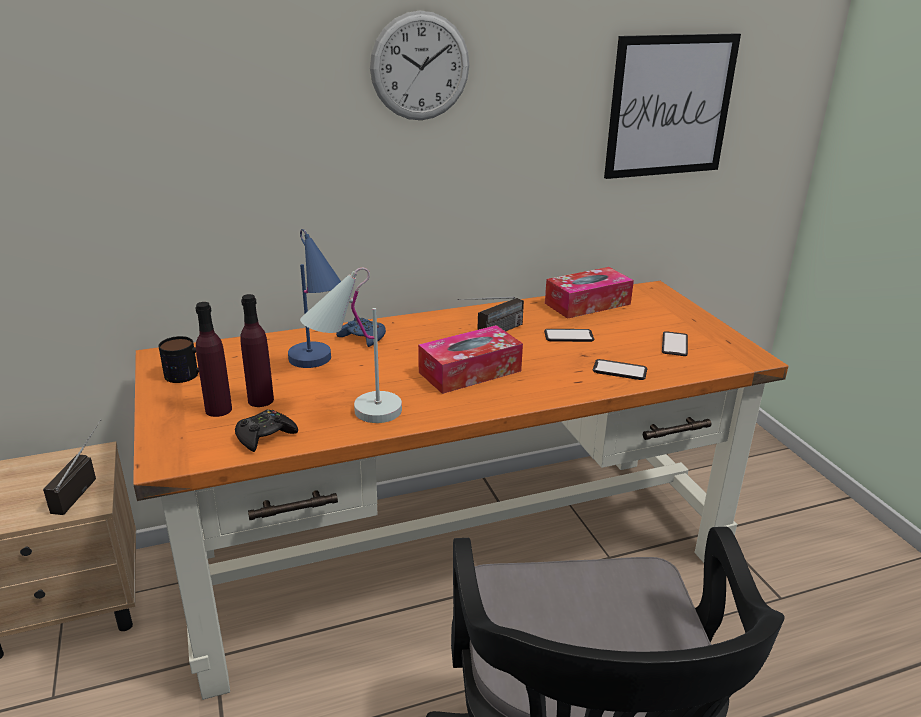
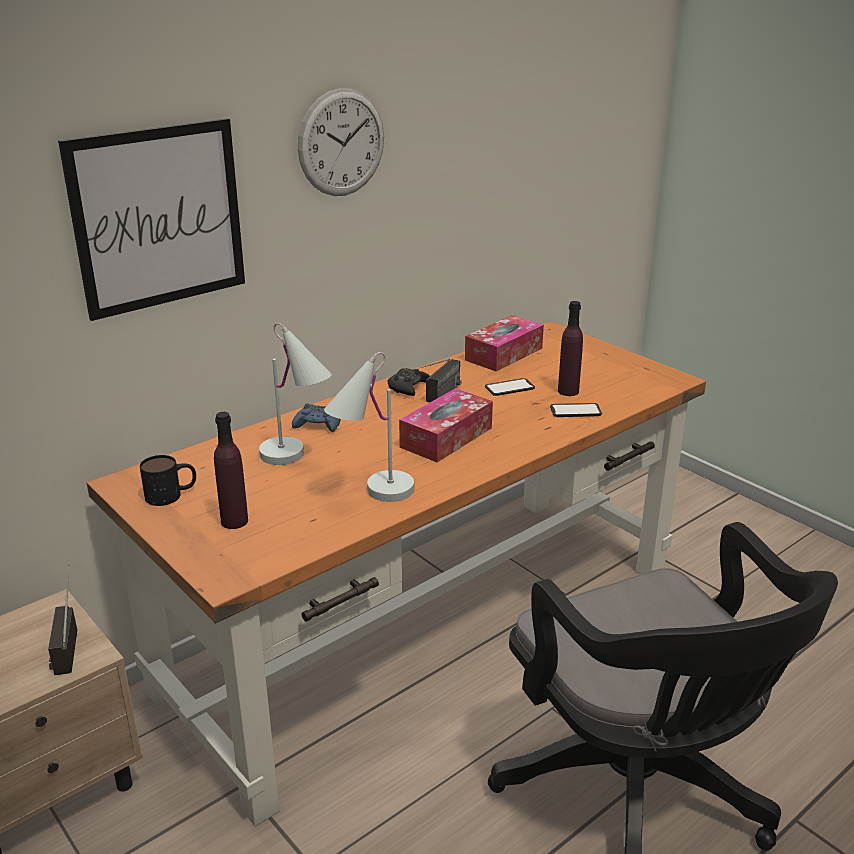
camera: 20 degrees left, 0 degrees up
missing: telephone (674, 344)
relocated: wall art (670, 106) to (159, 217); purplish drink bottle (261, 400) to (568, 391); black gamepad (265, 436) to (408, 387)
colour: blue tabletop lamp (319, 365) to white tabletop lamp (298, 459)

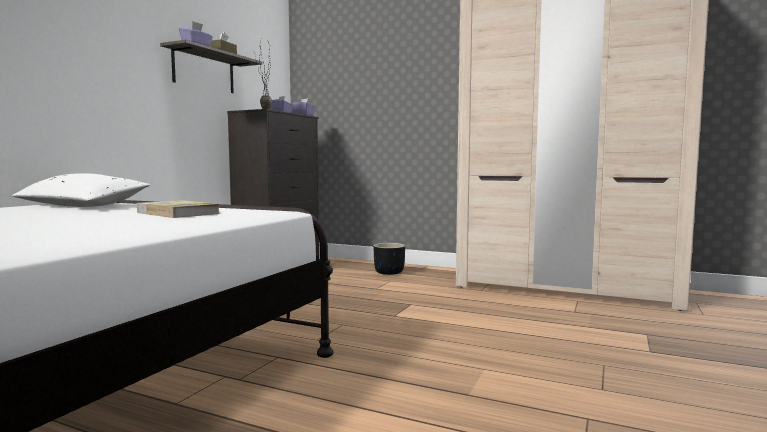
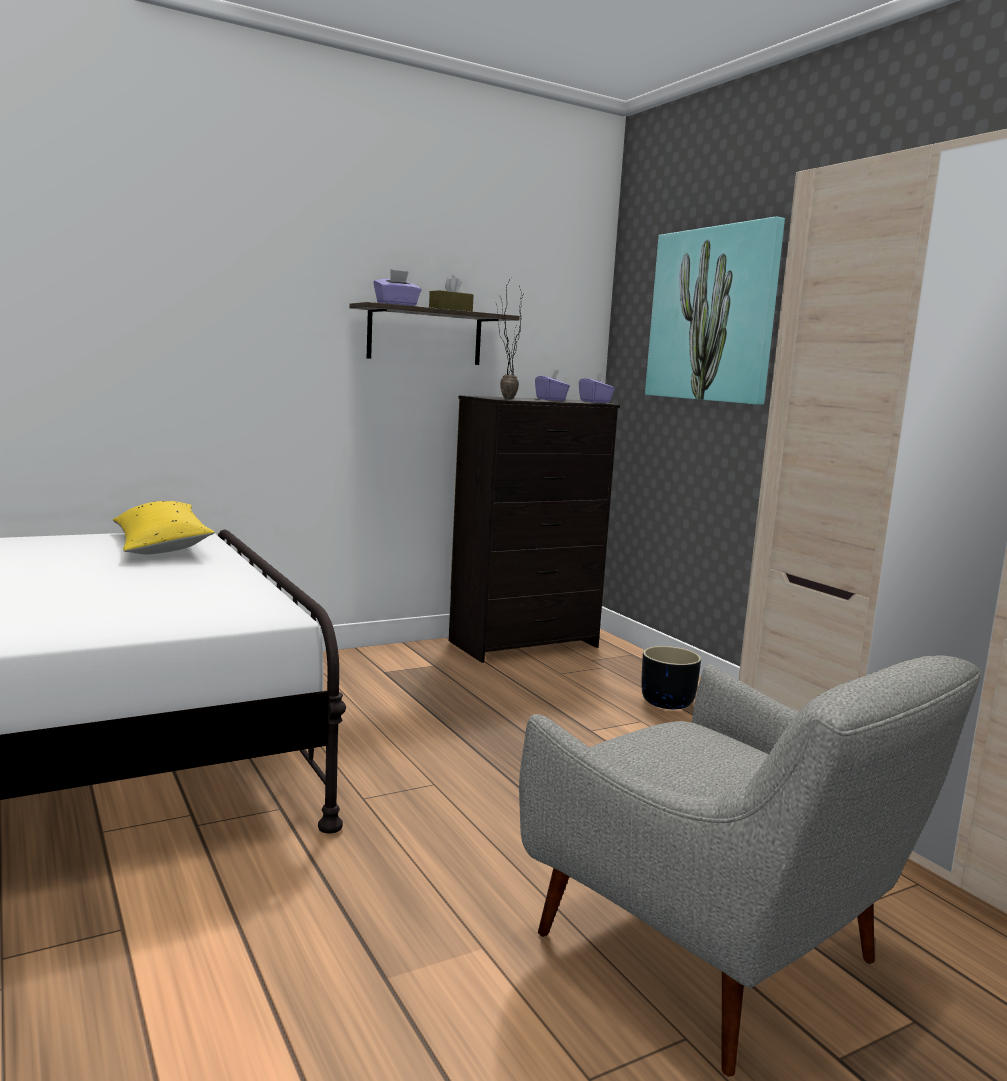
camera: 35 degrees right, 5 degrees up
missing: volume (177, 213)
appeared: wall art (713, 315); greyish lounge chair (719, 957)
colour: white cushion (81, 206) to yellow-coloured cushion (161, 545)

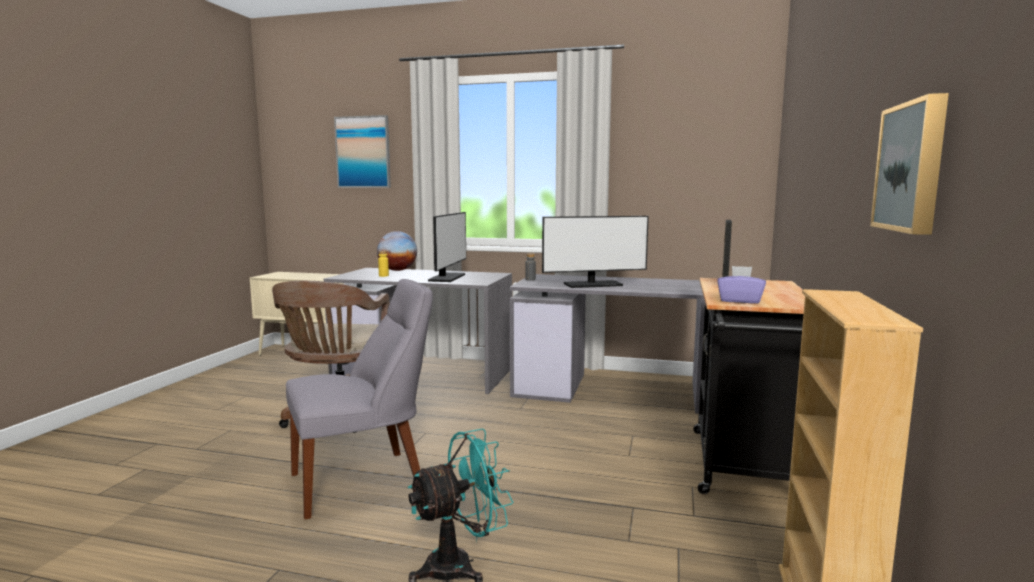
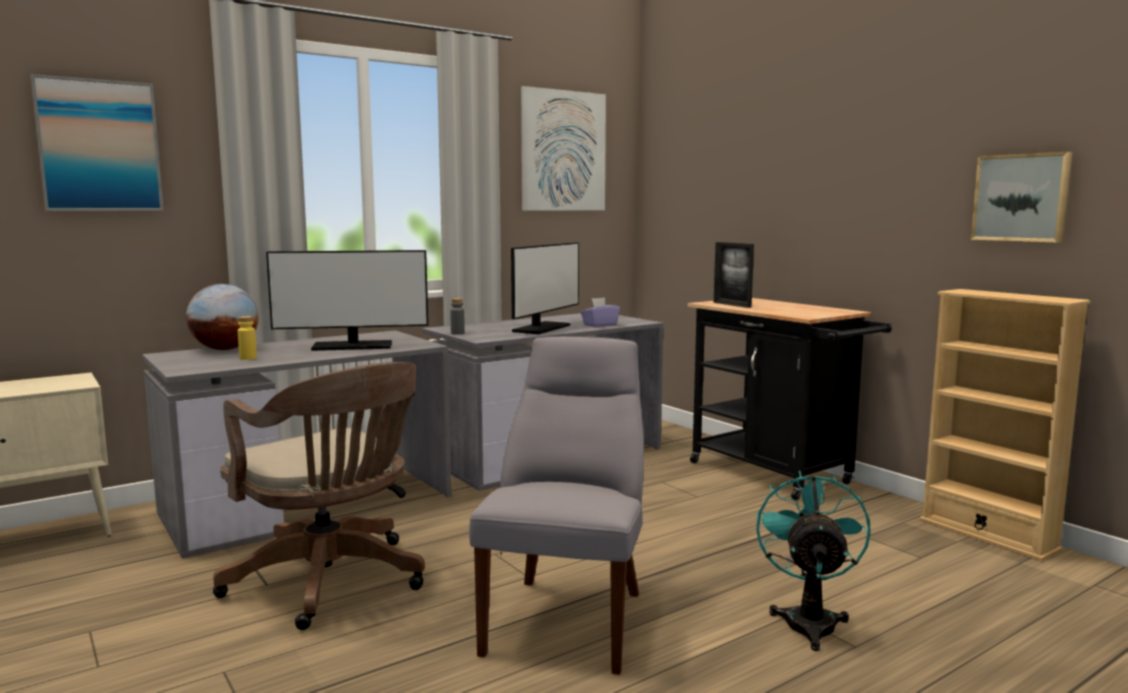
camera: 50 degrees left, 0 degrees up
appeared: wall art (563, 151)
relocated: purplish tissue holder (739, 300) to (599, 325)
spun: computer display (447, 278) = (352, 346) 120 degrees clockwise

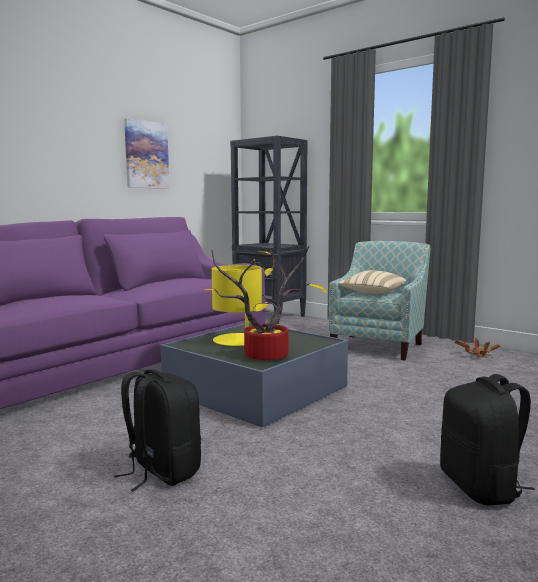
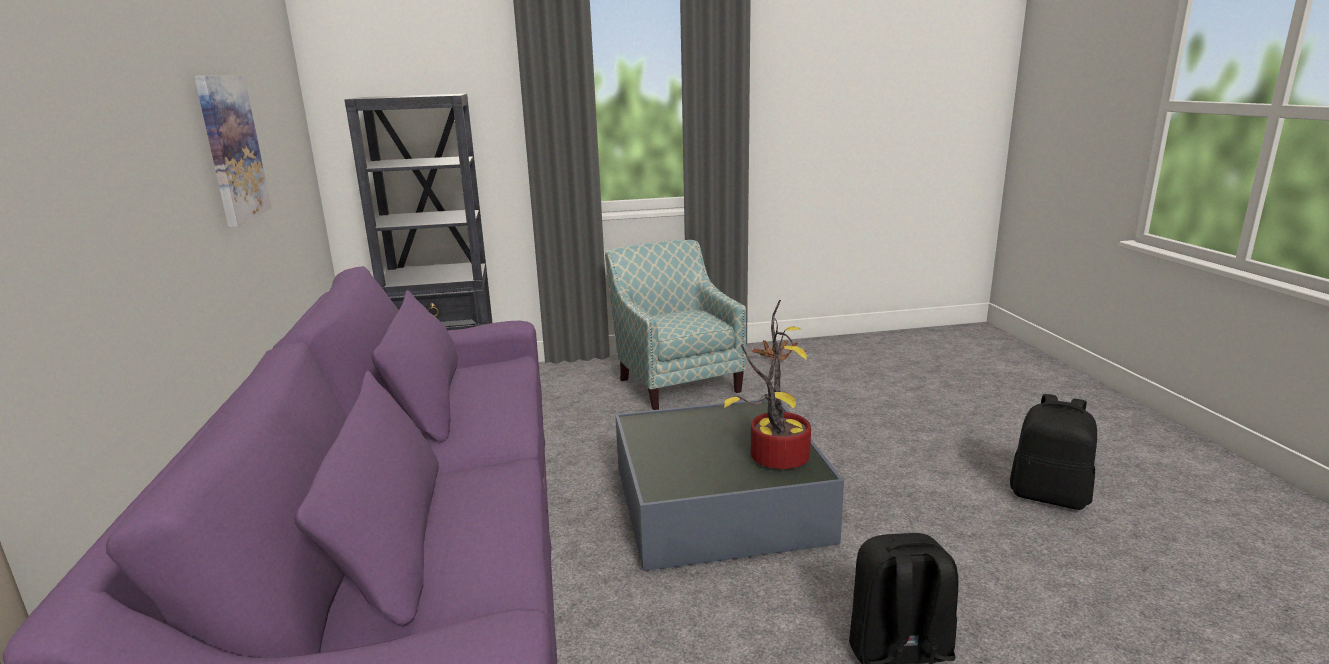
camera: 50 degrees left, 10 degrees up
missing: yellow-coloured tabletop lamp (237, 341); beige-coloured cushion (372, 293)

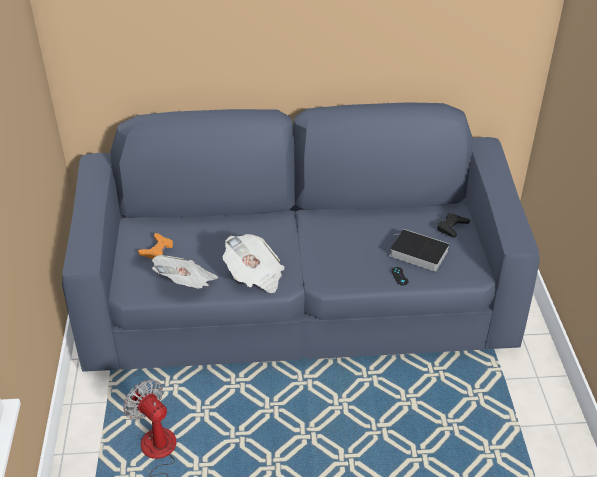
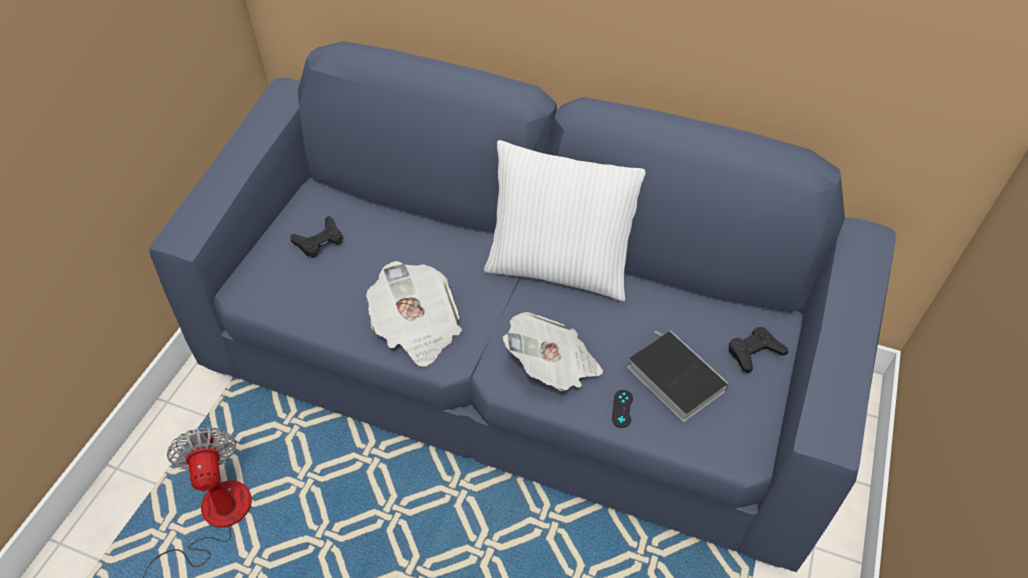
camera: 25 degrees right, 10 degrees up
appeared: white cushion (559, 268)
relocated: daily paper (186, 283) to (553, 366)
colour: orange gamepad (157, 250) to black gamepad (319, 241)

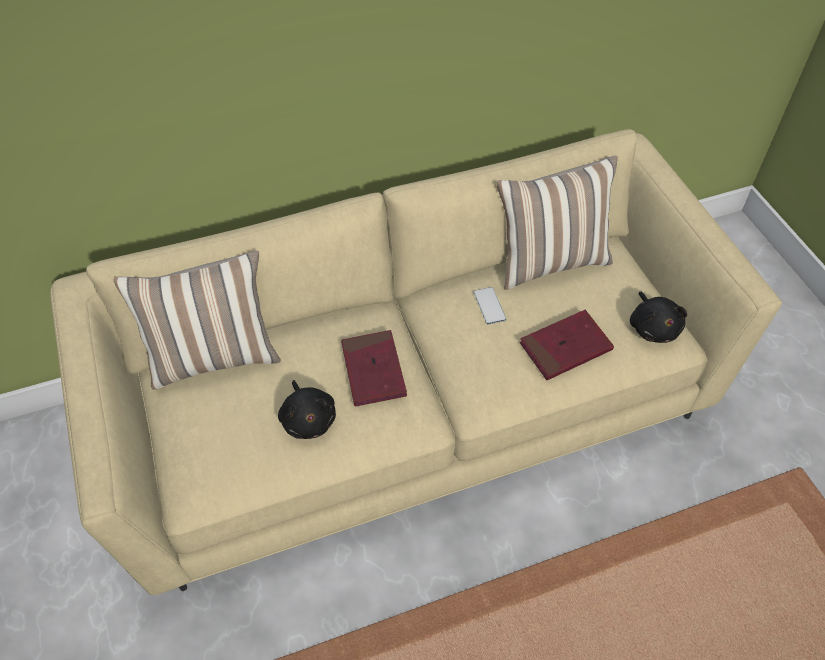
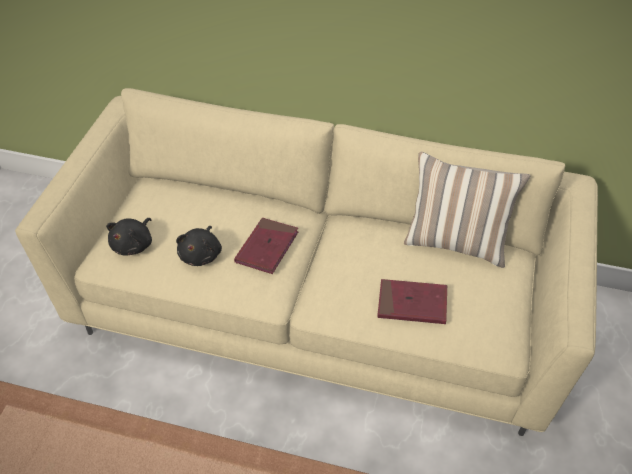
camera: 35 degrees right, 5 degrees down
missing: cushion (214, 357); telephone (489, 306)
relocated: black plush toy (653, 327) to (134, 245)

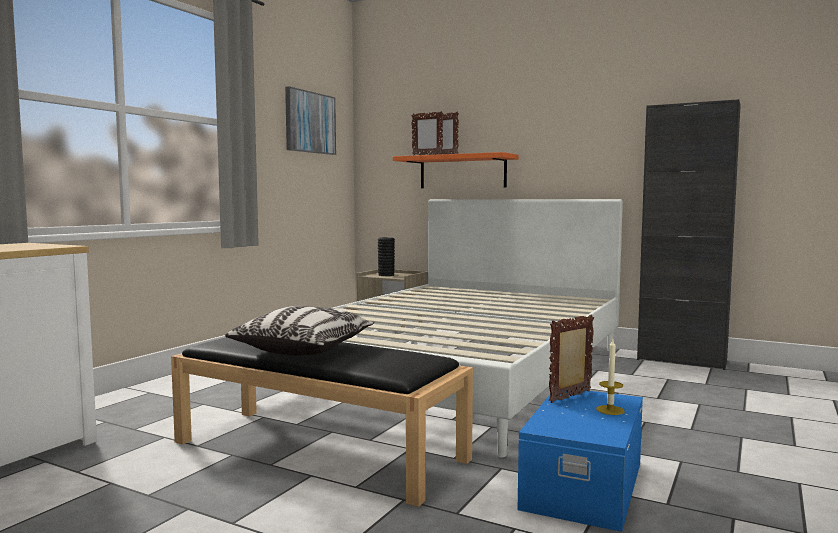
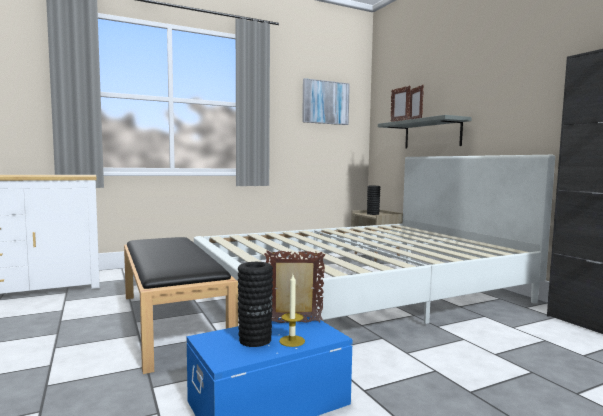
camera: 35 degrees right, 0 degrees up
missing: cushion (303, 349)
appeared: black decorative vase (255, 340)
colour: orange wall shelf (462, 172) to greyish wall shelf (432, 134)

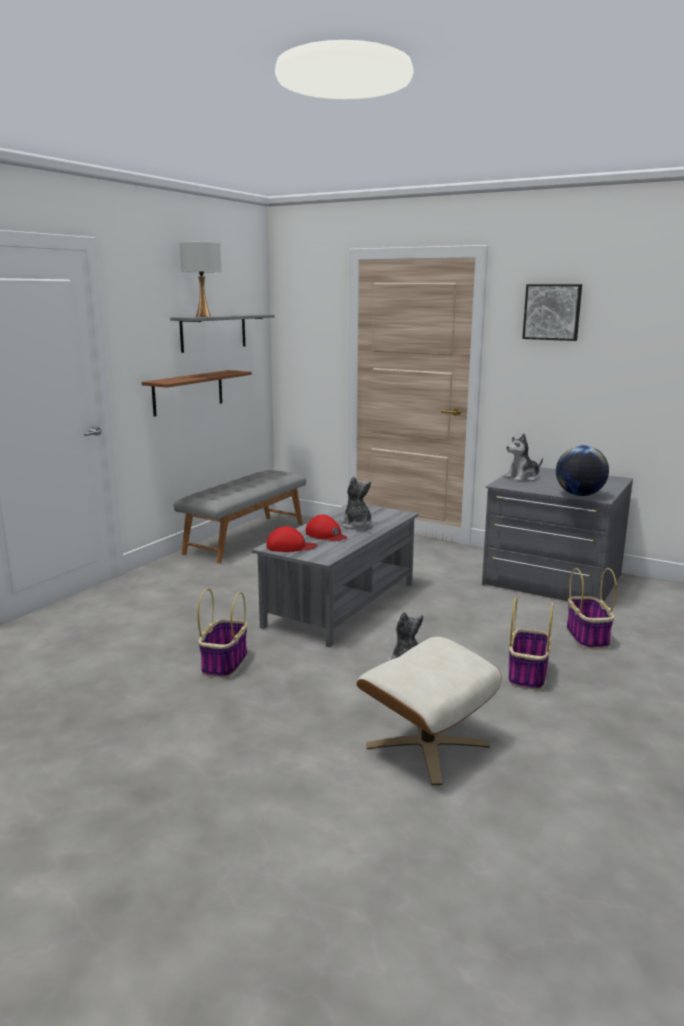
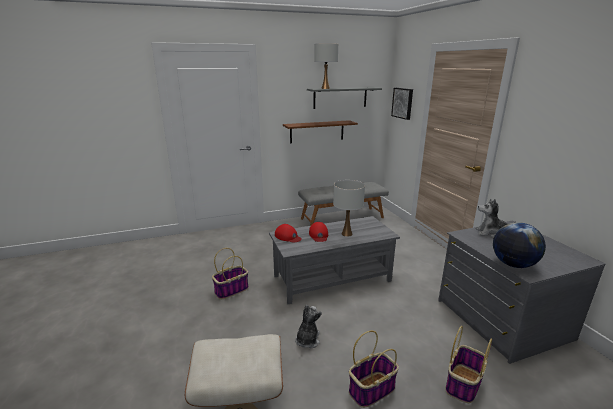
camera: 40 degrees right, 5 degrees up
relocated: wall art (552, 312) to (403, 103)
exchanged: plush toy (357, 525) to white tabletop lamp (346, 234)

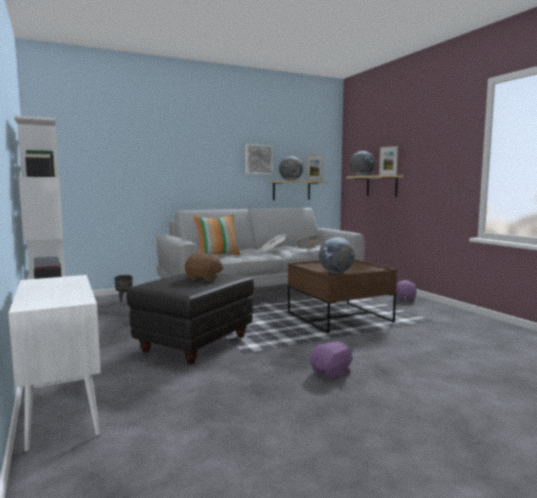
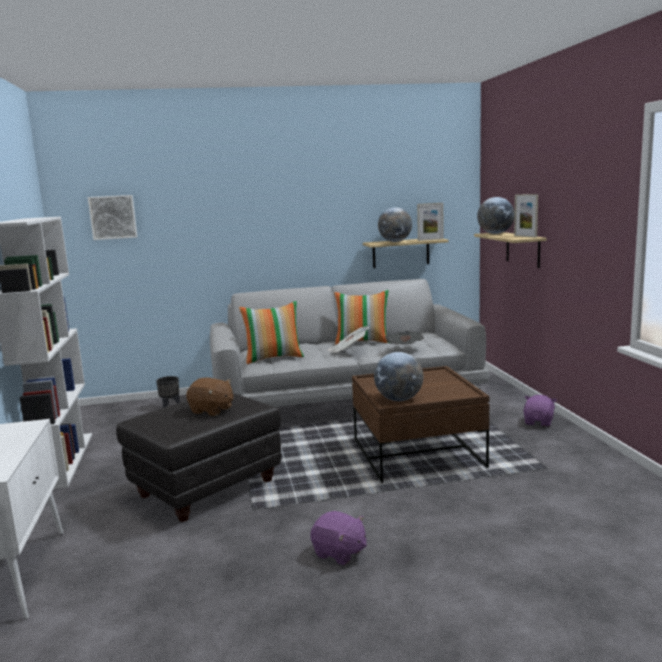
camera: 15 degrees right, 5 degrees up
appeared: cushion (362, 342)
relocated: wall art (258, 159) to (113, 217)
spun: purplish plush toy (332, 373) = (339, 553) 60 degrees clockwise

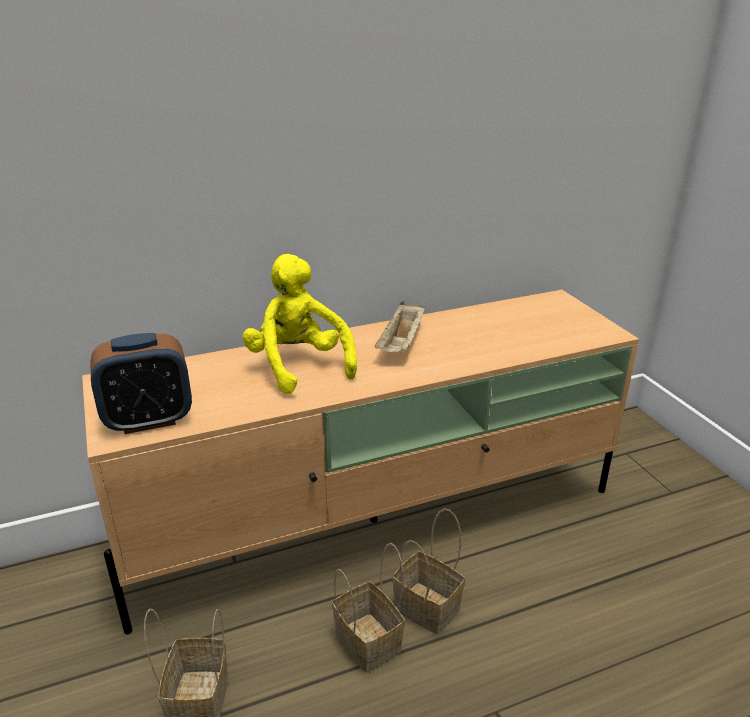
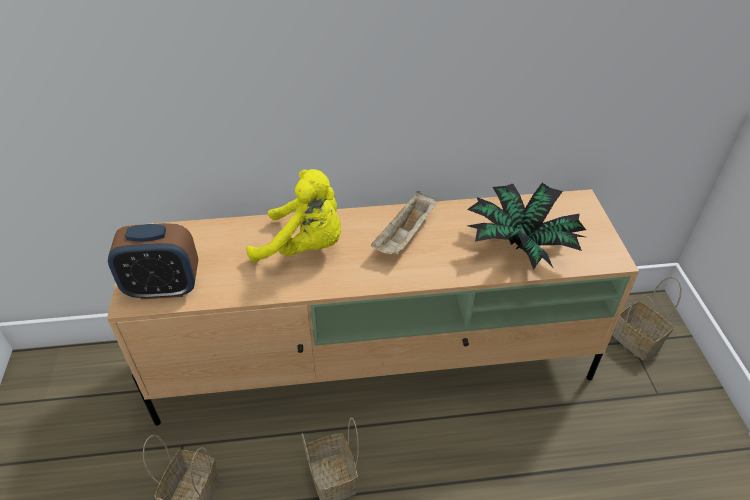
camera: 15 degrees right, 15 degrees up
appeared: houseplant (520, 244)
relocated: basket (429, 607) to (638, 341)
spun: yellow-coloured plush toy (298, 366) = (305, 247) 120 degrees clockwise

